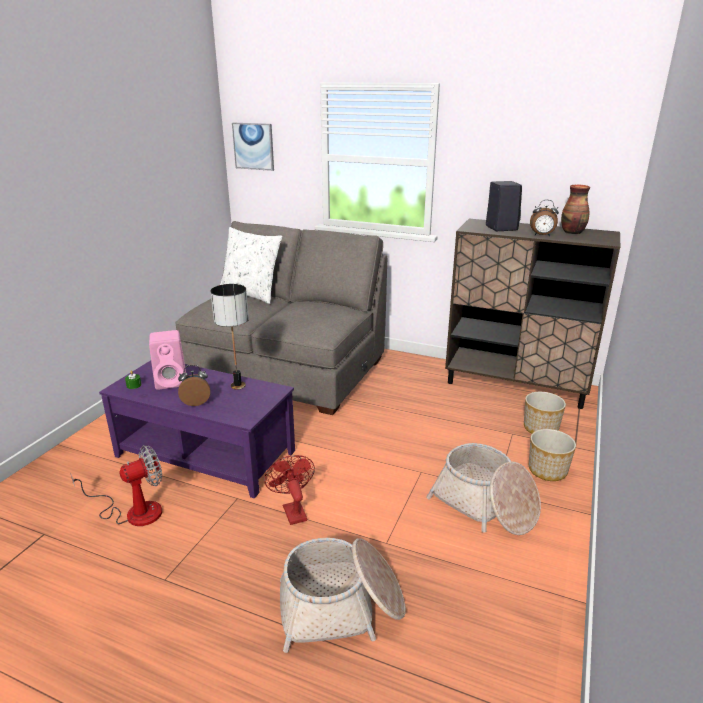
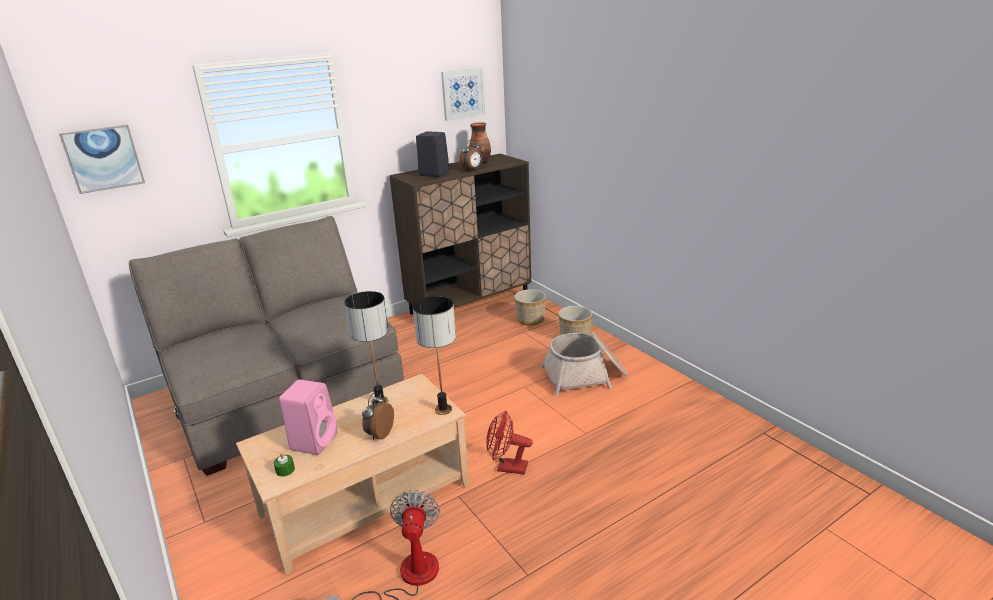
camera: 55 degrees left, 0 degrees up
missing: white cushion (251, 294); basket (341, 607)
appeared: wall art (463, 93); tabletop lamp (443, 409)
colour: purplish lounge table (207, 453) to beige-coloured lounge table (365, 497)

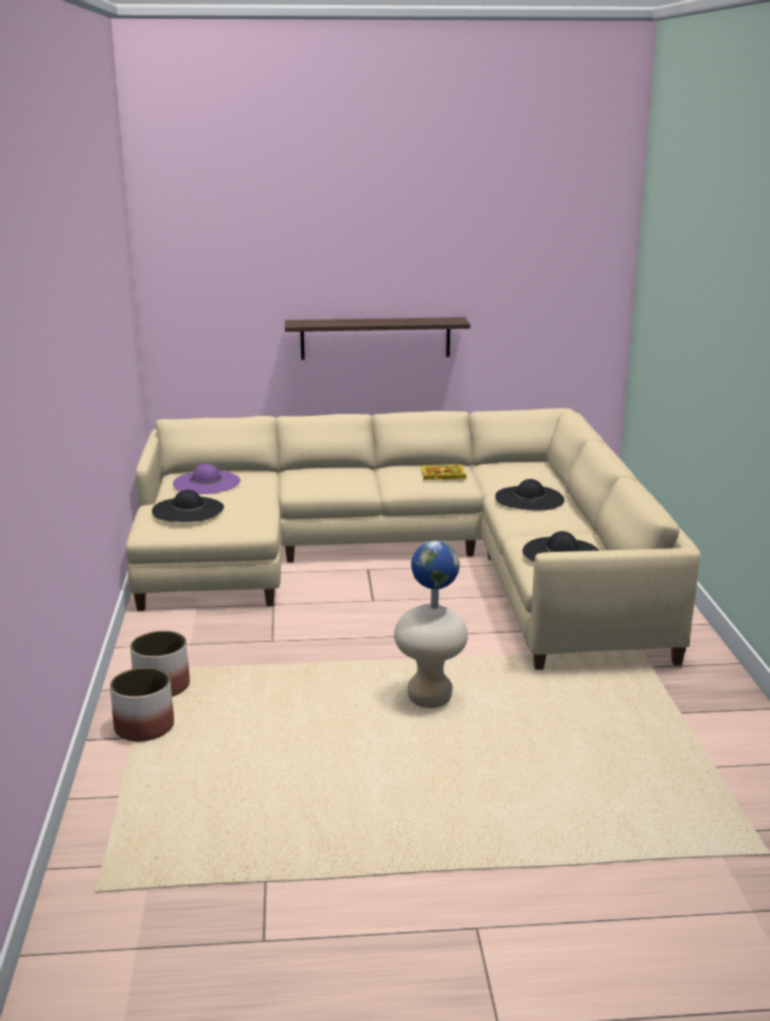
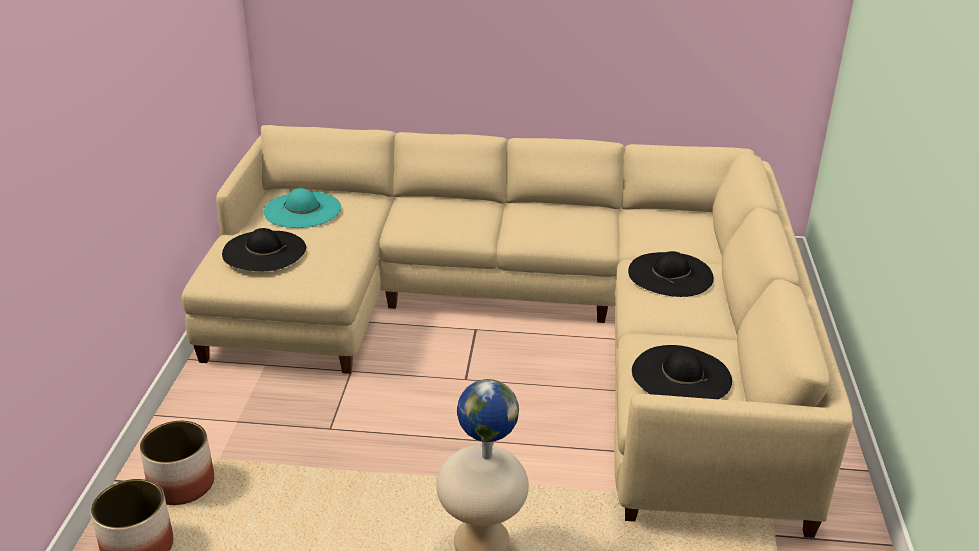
camera: 10 degrees right, 10 degrees up
missing: wall shelf (375, 338); volume (442, 475)
colour: purplish hat (207, 482) to turquoise hat (302, 210)

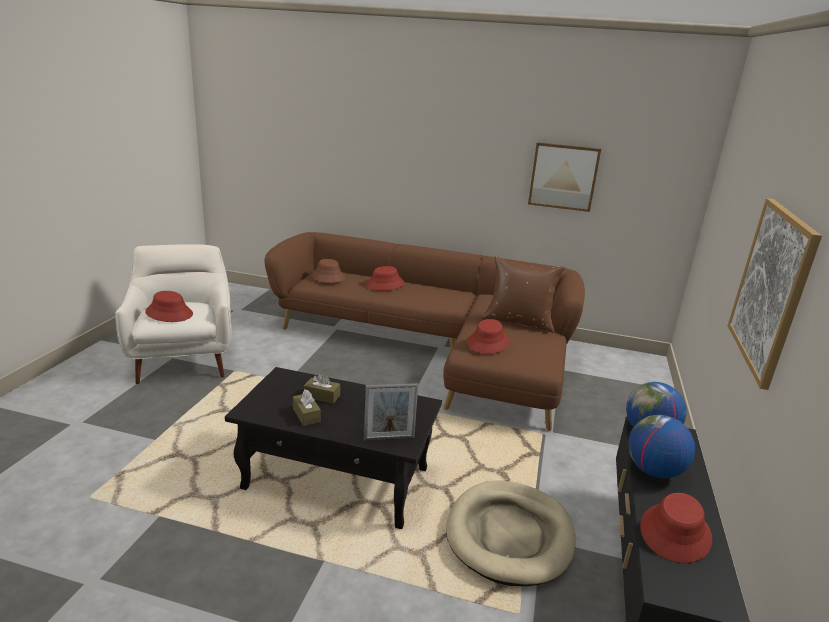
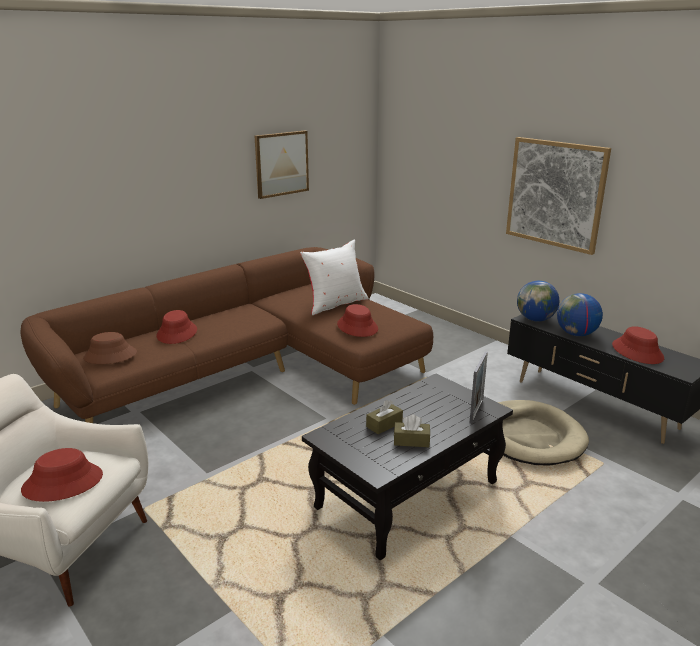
camera: 55 degrees left, 0 degrees up
colour: brownish cushion (518, 322) to white cushion (335, 304)

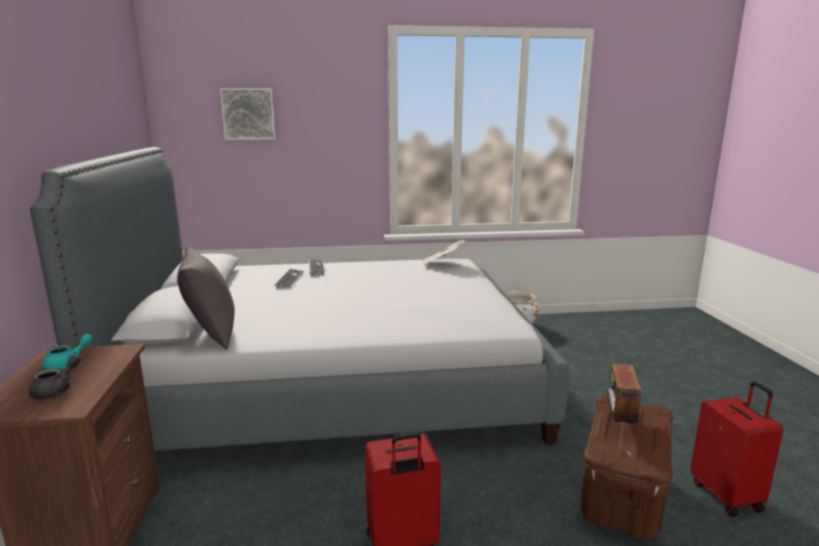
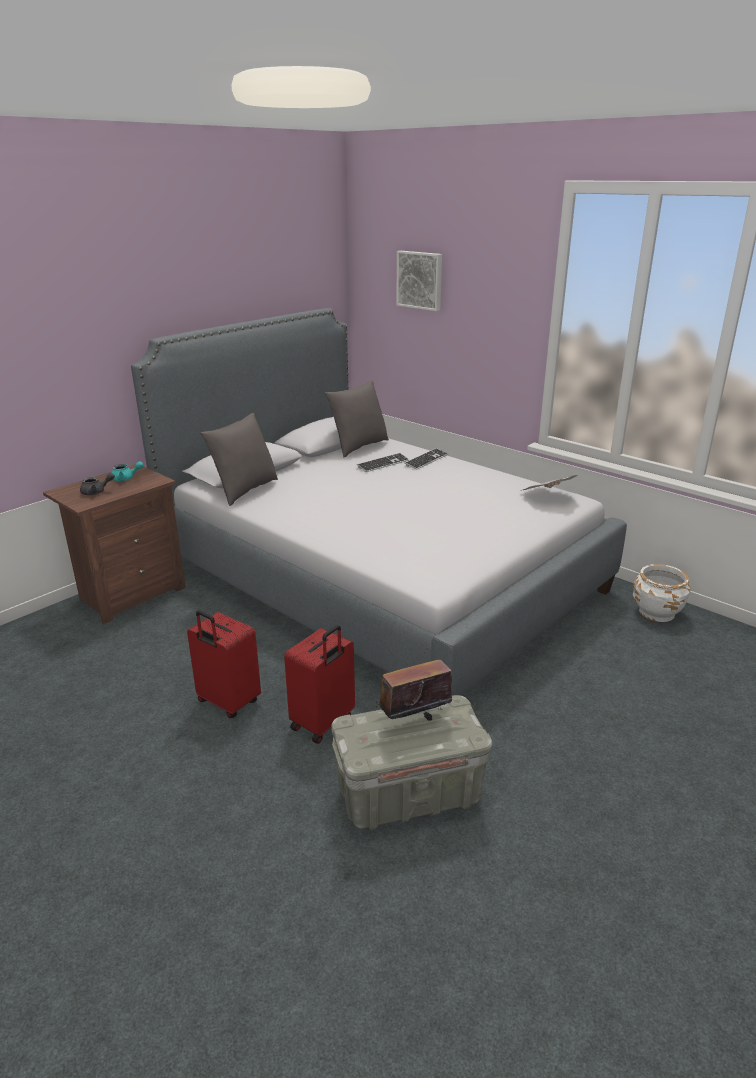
camera: 50 degrees right, 10 degrees up
appeared: greyish cushion (358, 447)
relocated: red-coloured suitcase (727, 496) to (323, 723)
colour: brownish storage box (622, 497) to greyish storage box (408, 795)

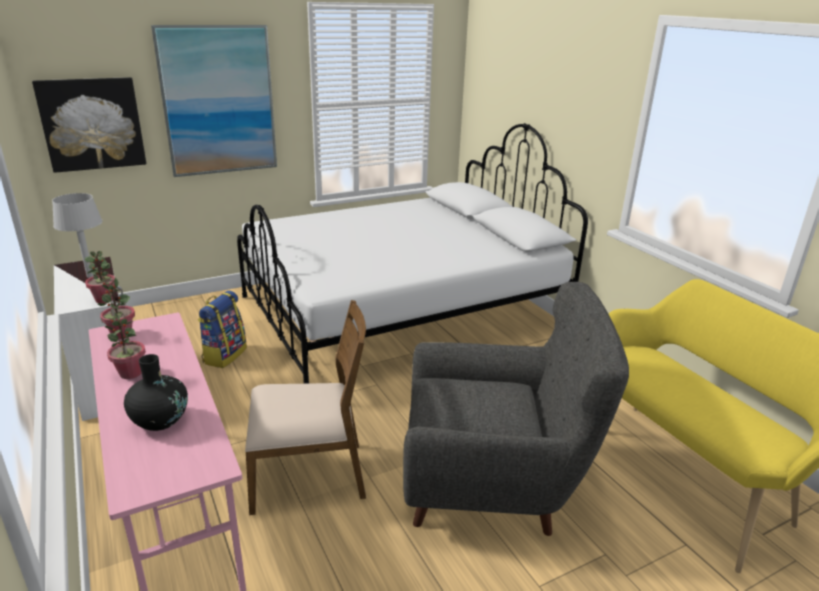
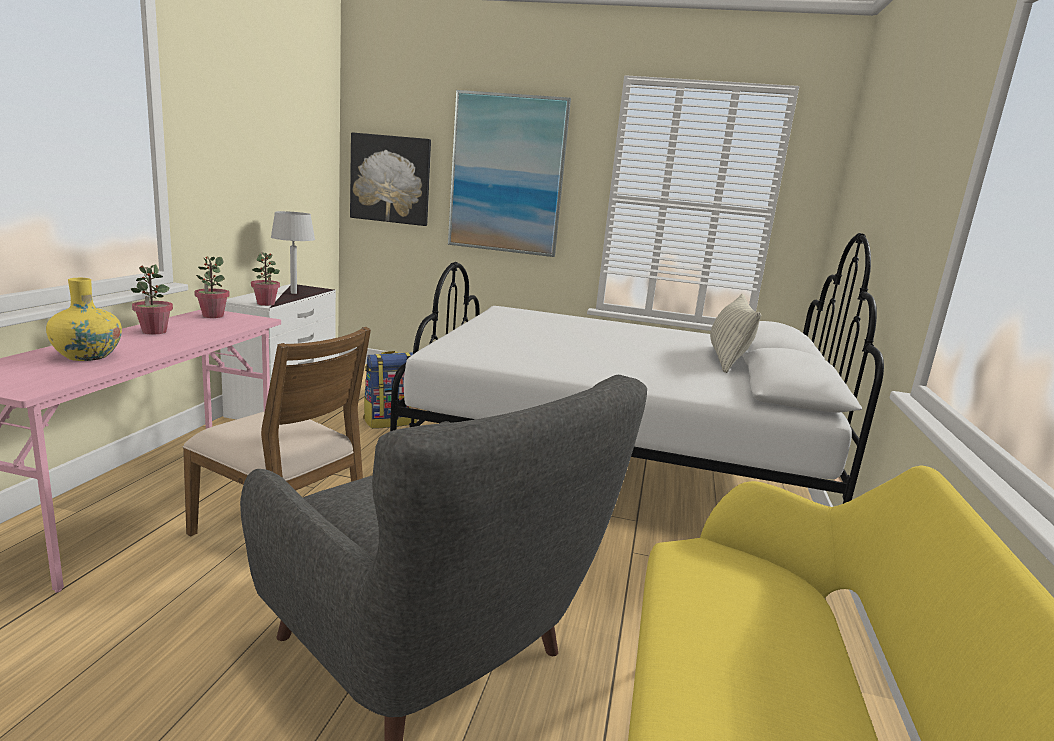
camera: 40 degrees right, 10 degrees down
appeared: cushion (727, 359)
colour: black decorative vase (160, 420) to yellow-coloured decorative vase (87, 356)

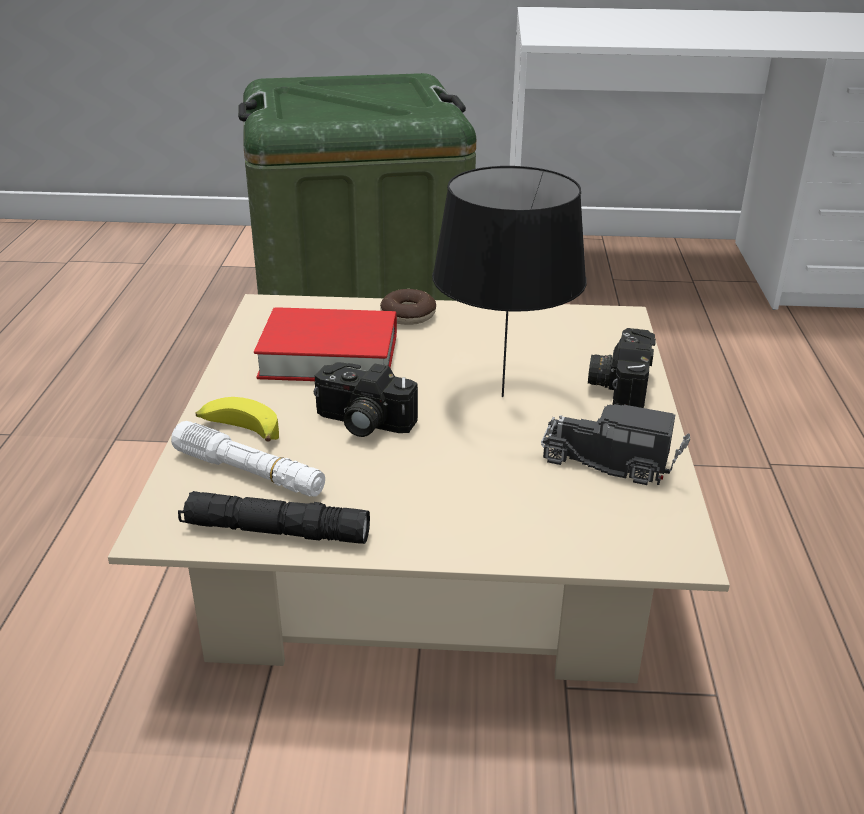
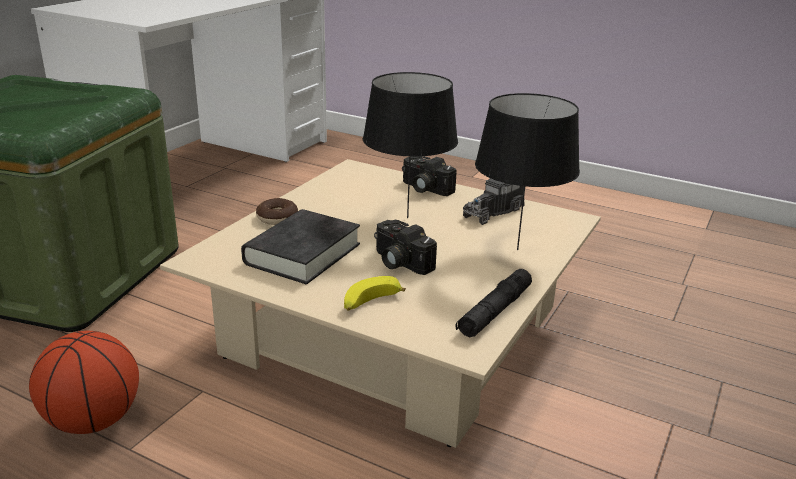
camera: 65 degrees left, 5 degrees down
missing: white hand torch (249, 473)
appeared: black tabletop lamp (517, 249); ball for basketball (93, 421)
colour: red-coloured volume (329, 356) to black volume (302, 254)
spun: photo camera (361, 423) = (399, 262) 90 degrees clockwise

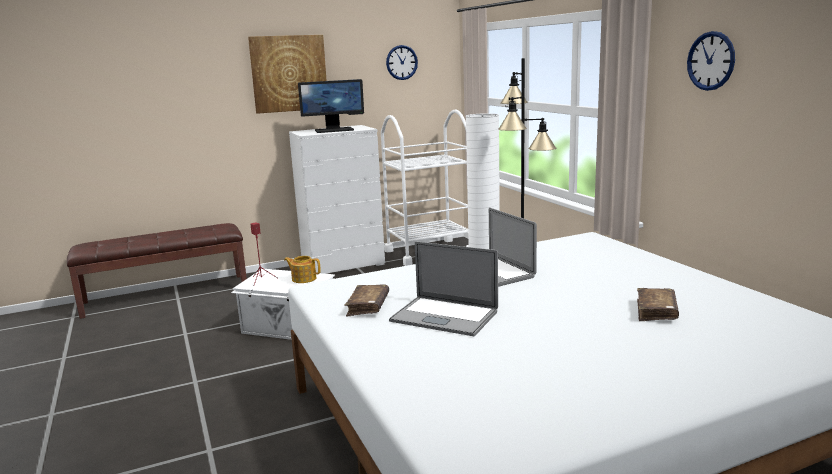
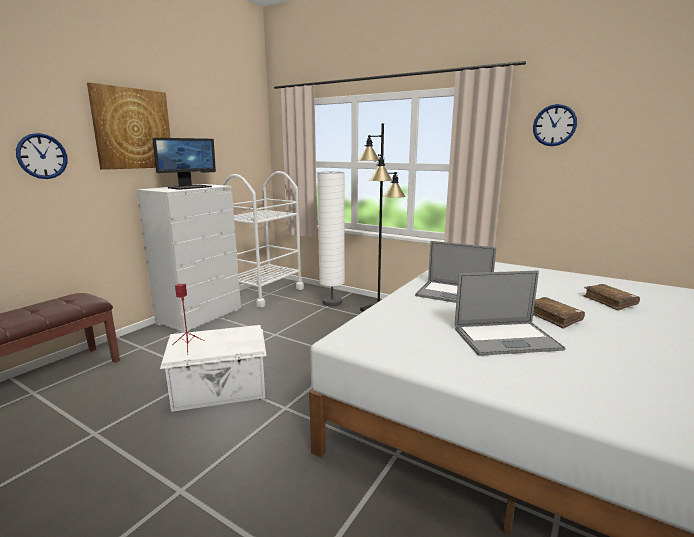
camera: 35 degrees left, 0 degrees up
missing: tea pot (303, 278)
relocated: wall clock (401, 62) to (42, 156); brownish volume (368, 306) to (553, 317)

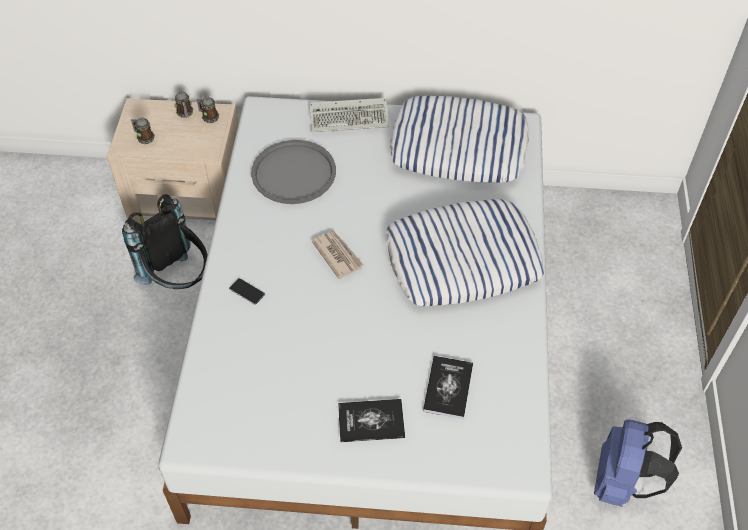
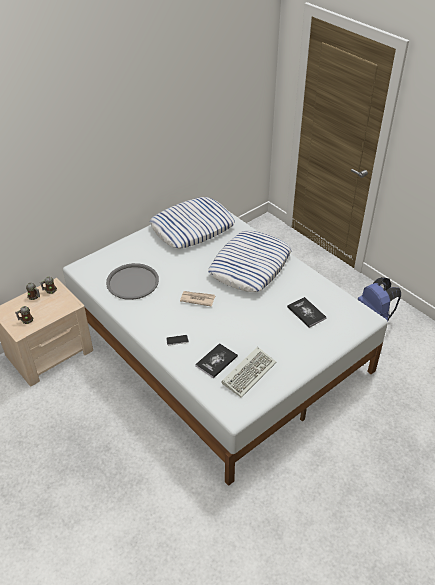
camera: 45 degrees left, 10 degrees down
missing: black backpack (179, 280)
relocated: PC keyboard (351, 117) to (249, 372); volume (371, 421) to (216, 361)

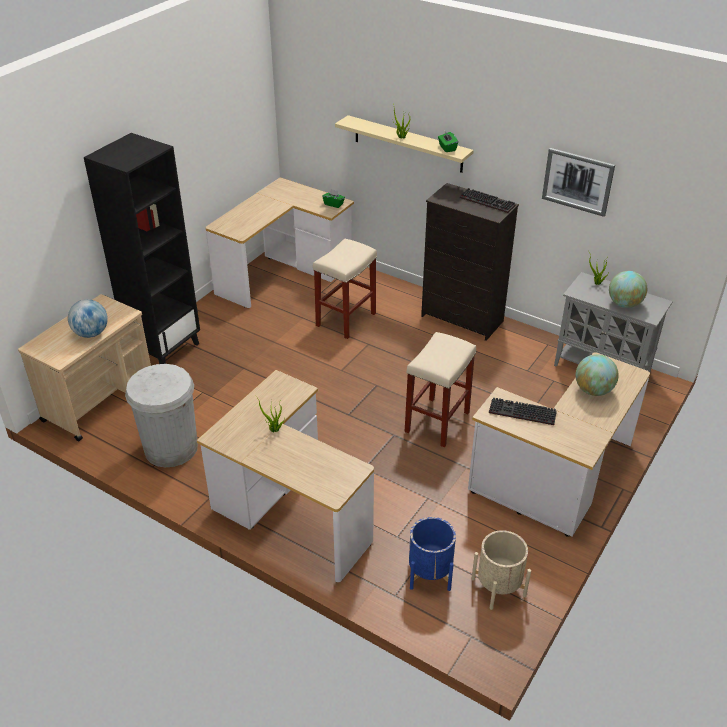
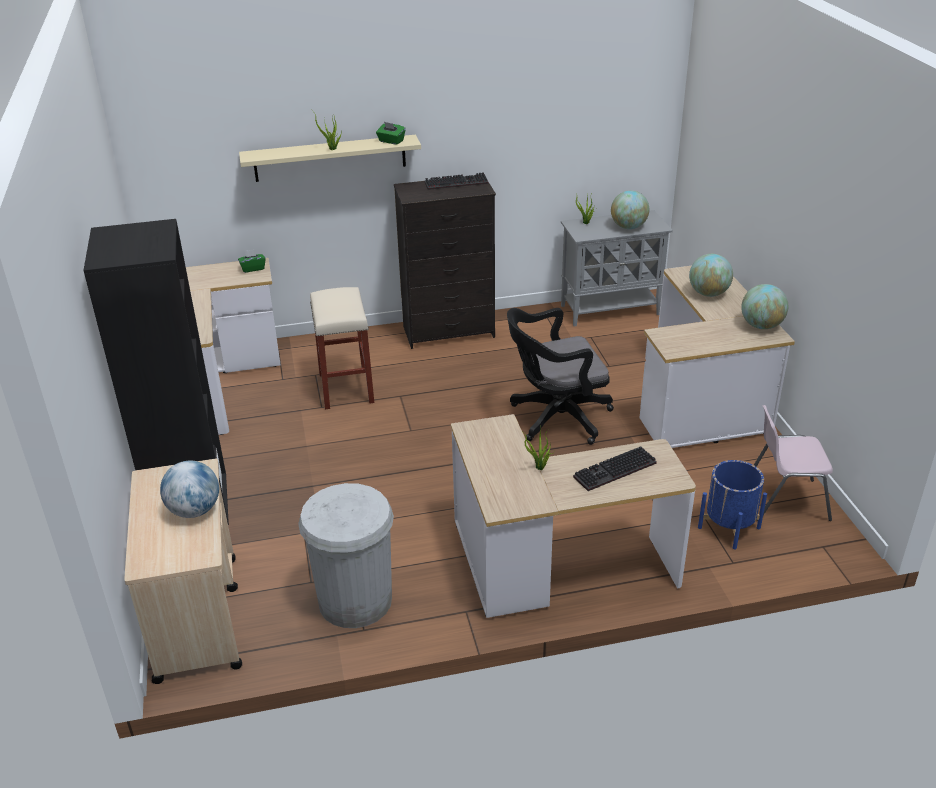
camera: 45 degrees left, 5 degrees down
missing: wall art (577, 181)
appeared: desk globe (761, 326)
relocated: PC keyboard (521, 413) to (614, 472)
exchanged: beige-coloured stool (437, 421) to black computer chair (555, 418); beige-coloured flower pot (498, 587) to pinkish plain chair (784, 500)

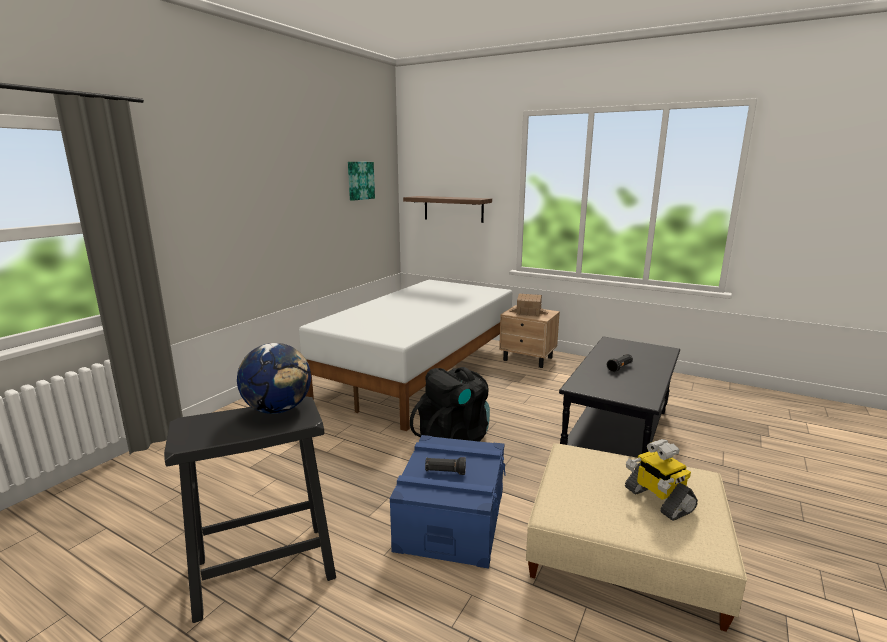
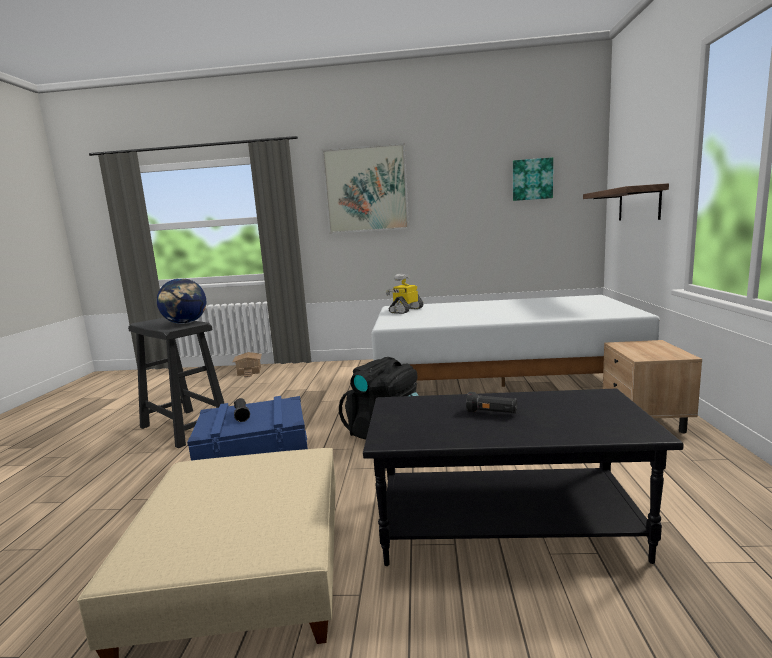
camera: 65 degrees right, 5 degrees down
appeared: wall art (366, 189)
relocated: toy house (528, 312) to (250, 371); model robot (657, 500) to (405, 310)

